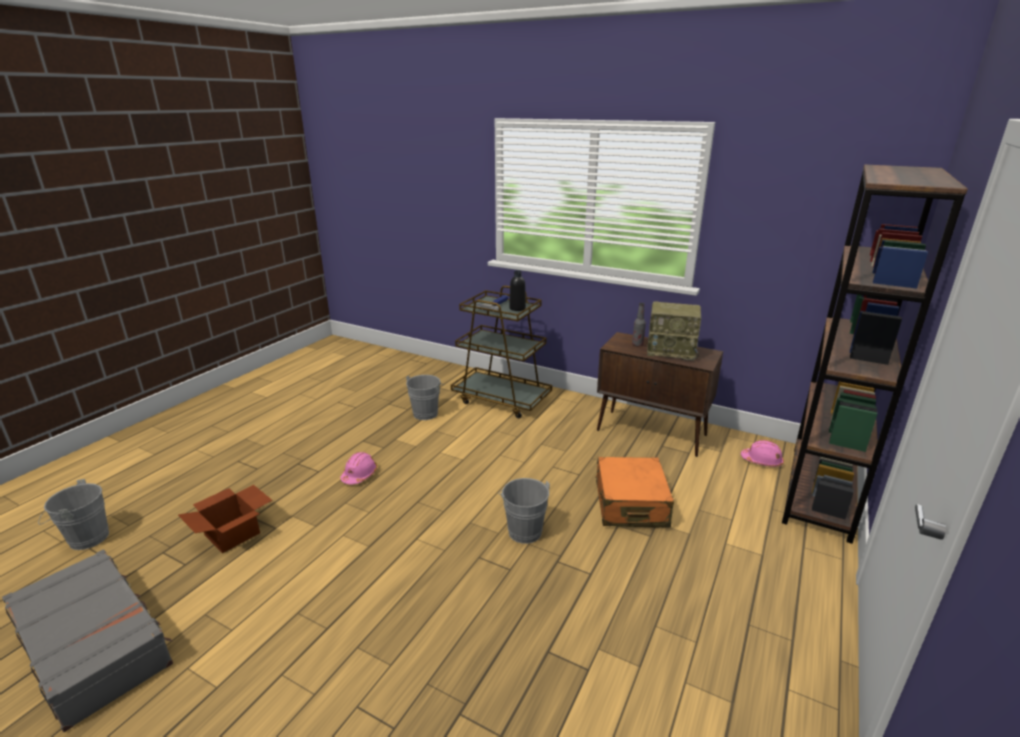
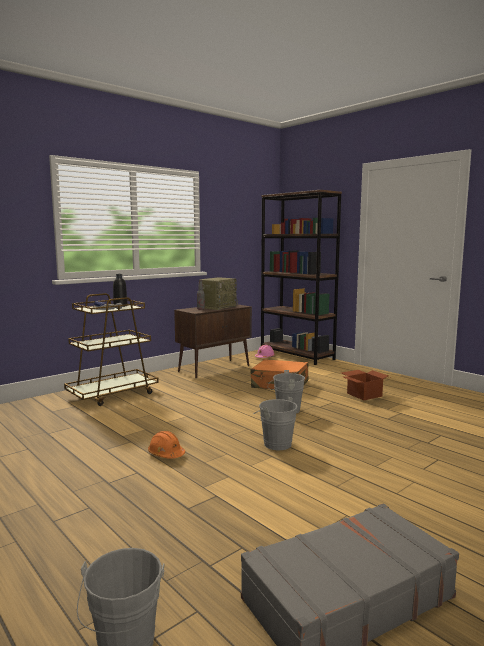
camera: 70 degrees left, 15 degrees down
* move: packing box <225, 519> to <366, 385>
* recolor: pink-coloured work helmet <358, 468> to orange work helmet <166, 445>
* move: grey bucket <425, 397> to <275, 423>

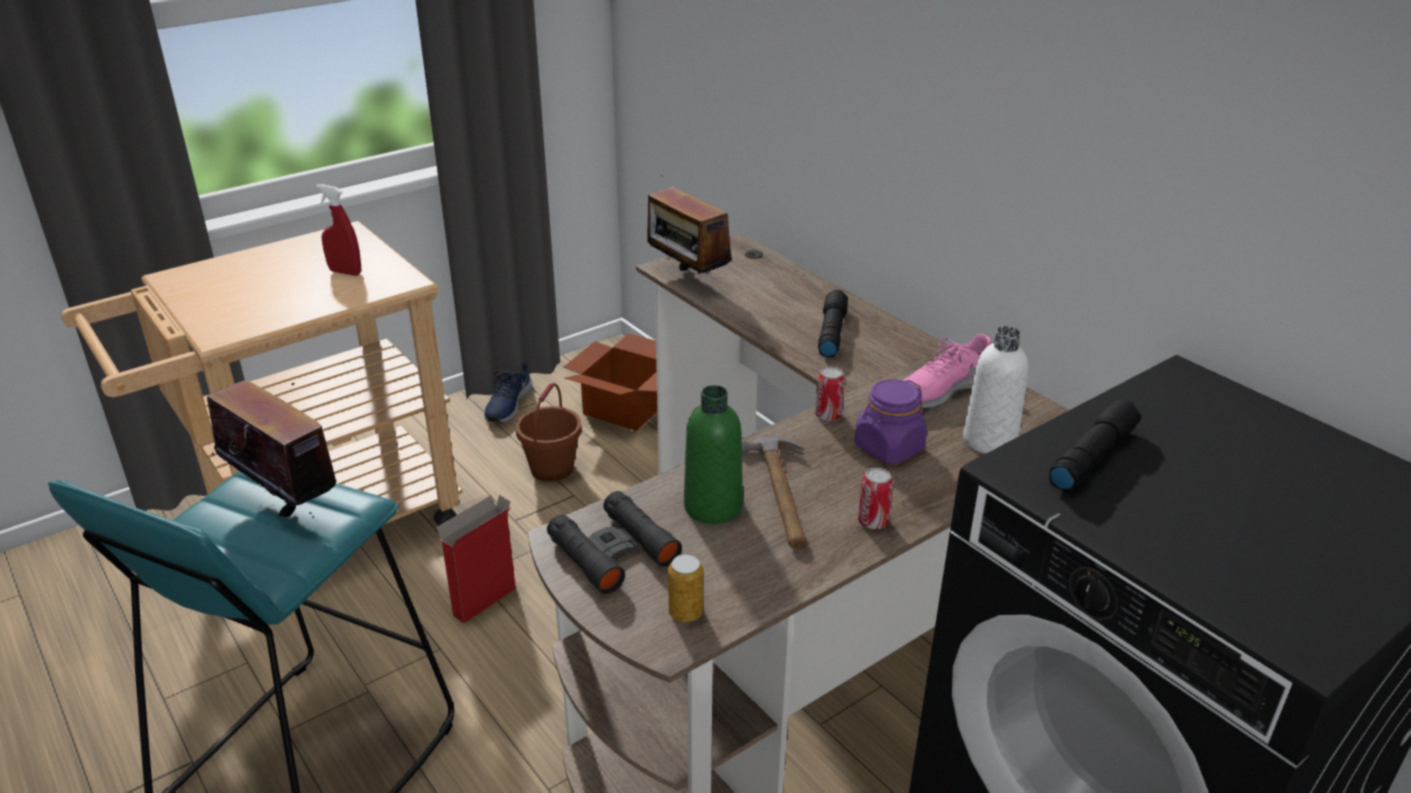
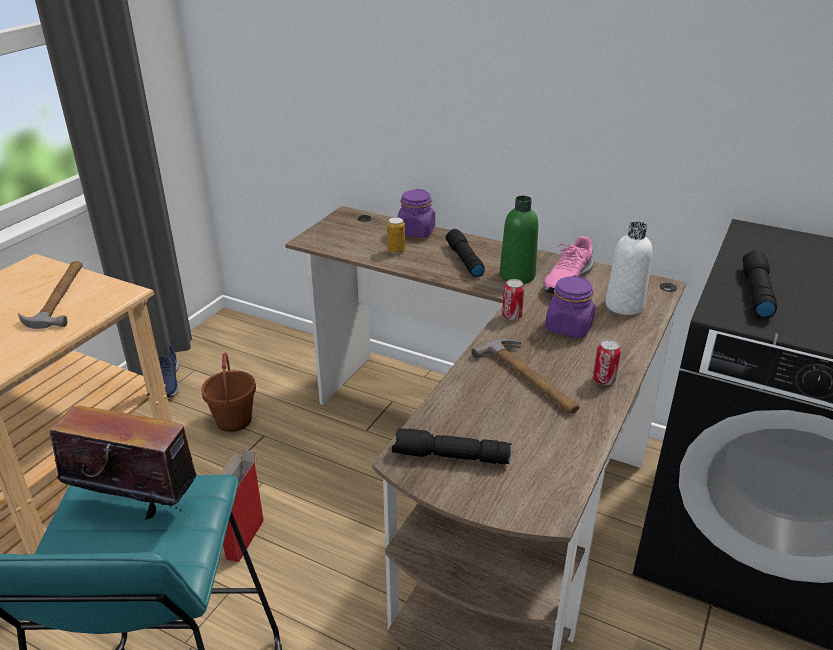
camera: 25 degrees left, 0 degrees up
* replace: red sprayer <338, 230> to hand hammer <50, 295>
* replace: black field glasses <614, 542> to black flashlight <452, 446>
* delete: packing box <610, 382>
* delete: radio set <689, 224>
* move: can <685, 588> to <396, 235>
* move: green-coloured beverage bottle <713, 454> to <519, 240>
* insert: purple-coloured preserve jar <416, 213>

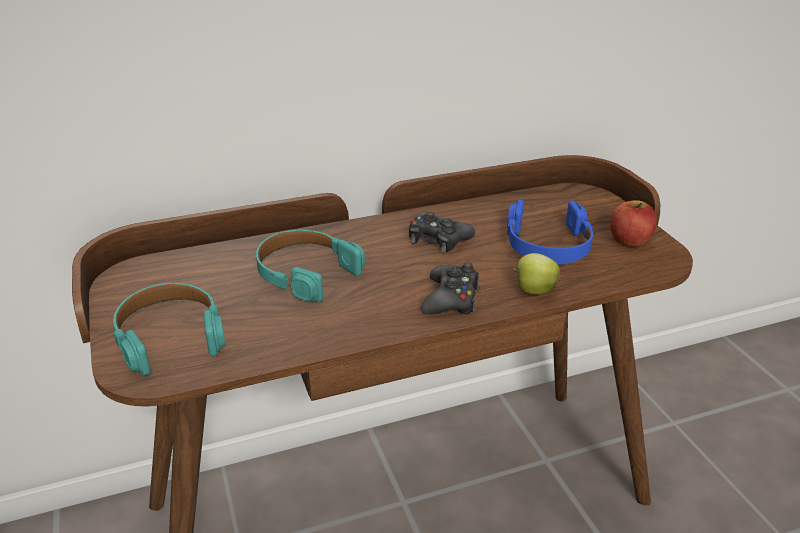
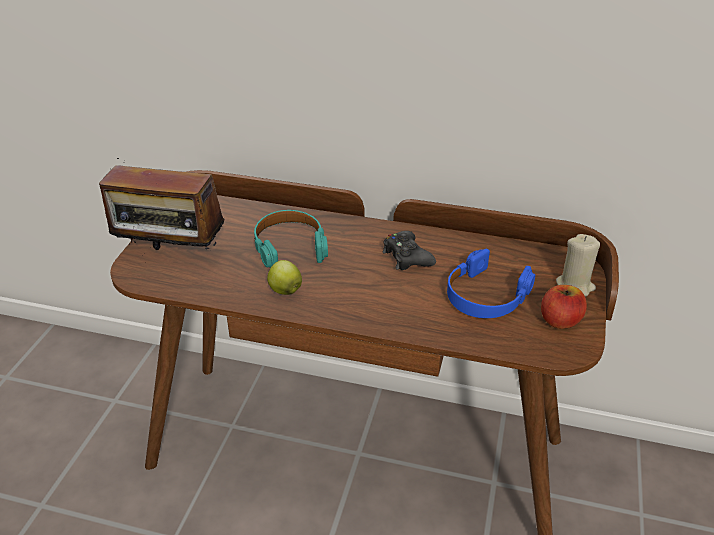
camera: 35 degrees right, 5 degrees up
* replace: turquoise headset <169, 329> to radio set <161, 207>
* delete: black joypad <450, 288>
* move: apple <536, 274> to <284, 277>
* insert: sand-coloured wax light <578, 265>

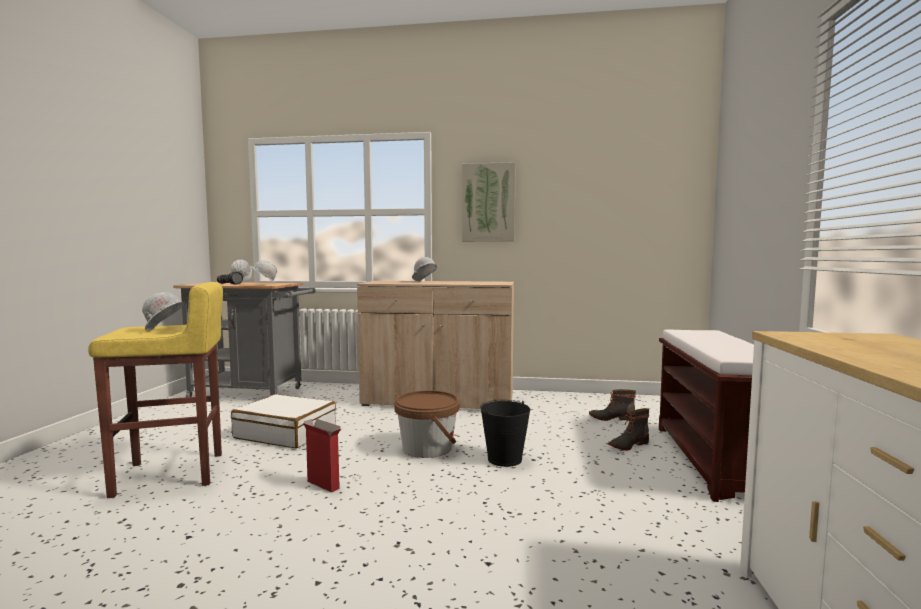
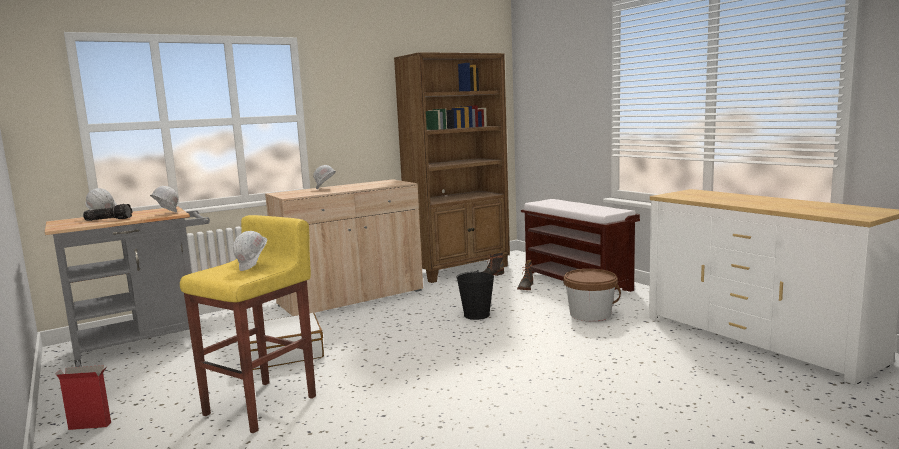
camera: 40 degrees left, 5 degrees up
* move: packing box <322, 456> to <83, 397>
* move: brown-coloured bucket <426, 424> to <592, 295>
* delete: wall picture <489, 201>
* insert: brown-coloured bookshelf <452, 167>

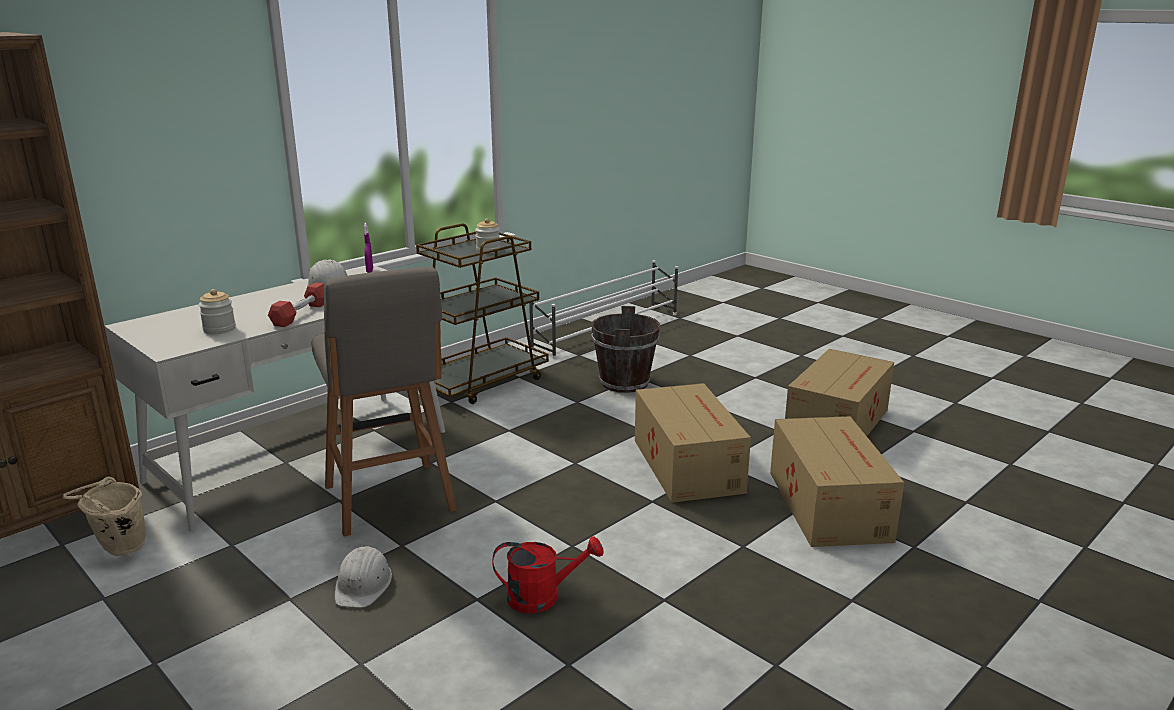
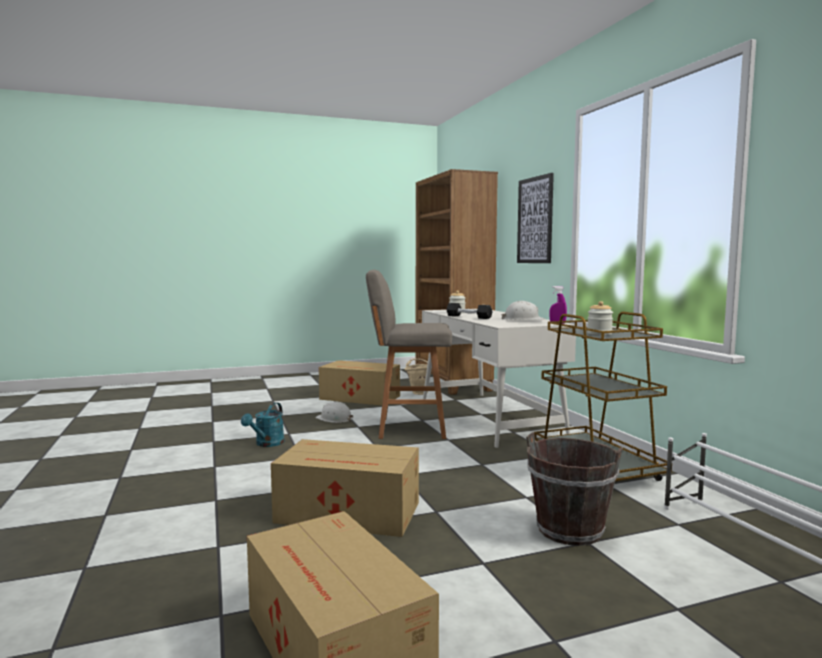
camera: 115 degrees right, 15 degrees down
* recolor: red hand weight <296, 305> to black hand weight <469, 311>
* recolor: red watering pot <548, 574> to turquoise watering pot <263, 424>
* move: packing box <837, 481> to <359, 383>
* insert: wall picture <535, 218>

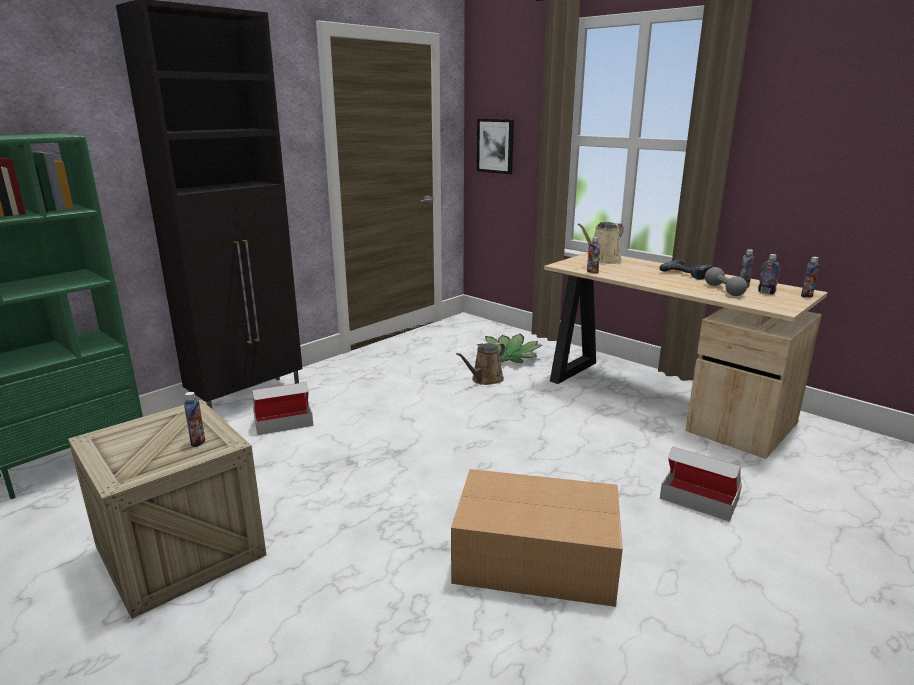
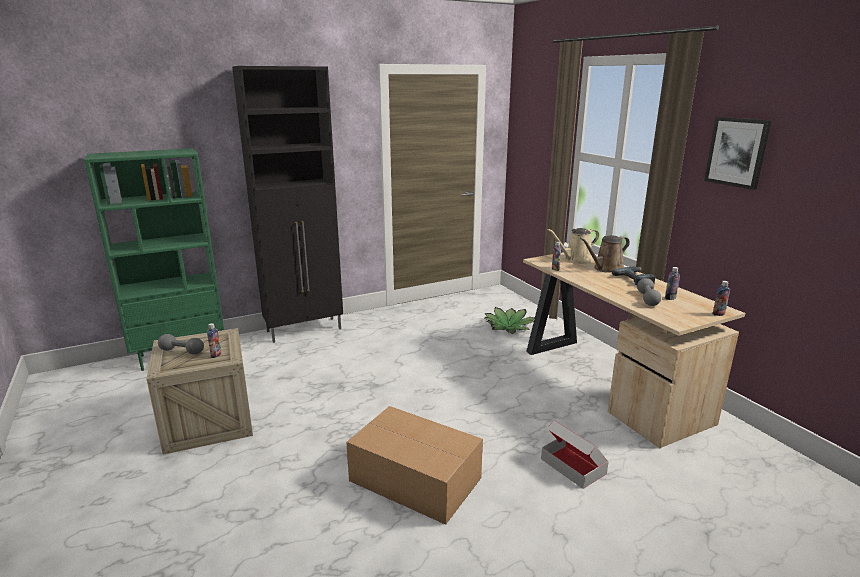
camera: 20 degrees right, 0 degrees up
* delete: packing box <282, 408>
* move: brown-coloured watering pot <480, 363> to <605, 254>
* move: wall picture <495, 146> to <738, 153>
* delete: beverage bottle <769, 274>
* insert: grey hand weight <181, 344>

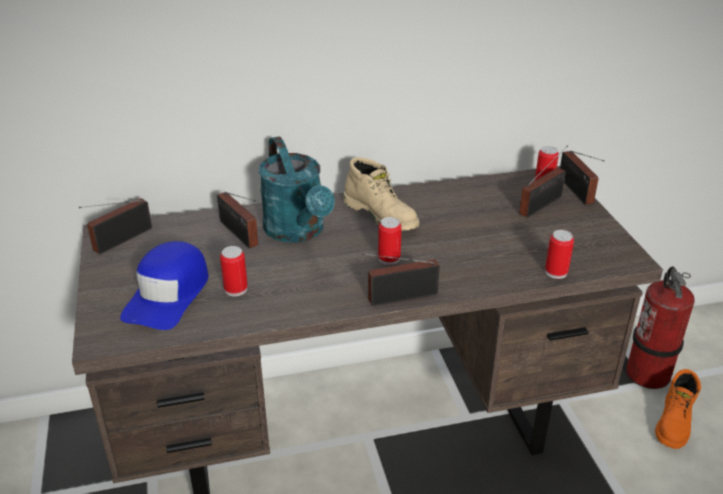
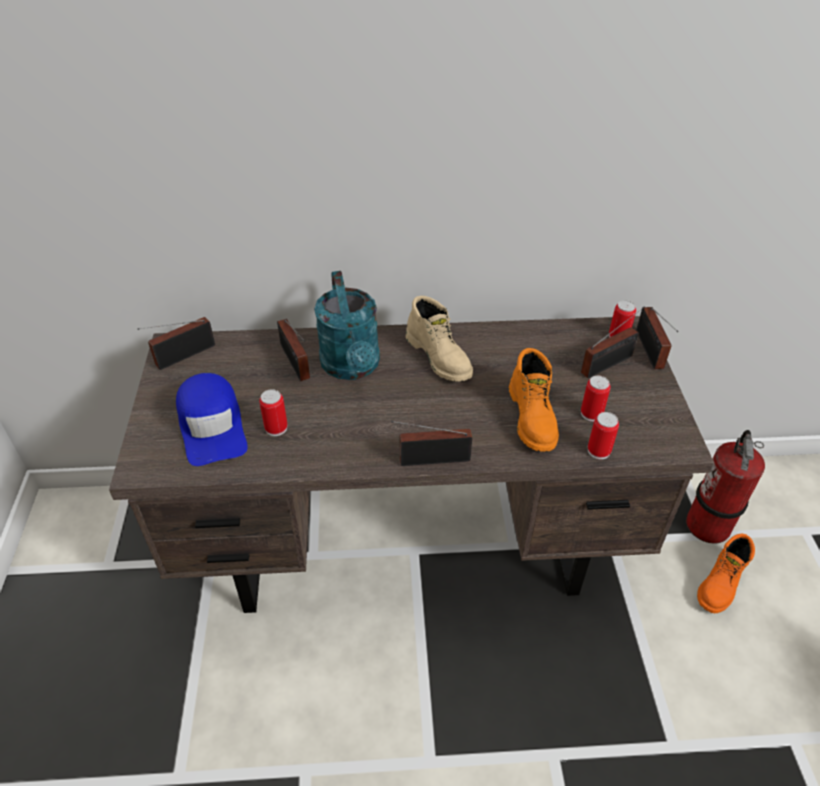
camera: 10 degrees right, 10 degrees up
* rotate: blue cap <164, 285> = <212, 419> 45 degrees counterclockwise
* move: can <390, 241> to <596, 399>
* insert: orange high-top boot <534, 400>

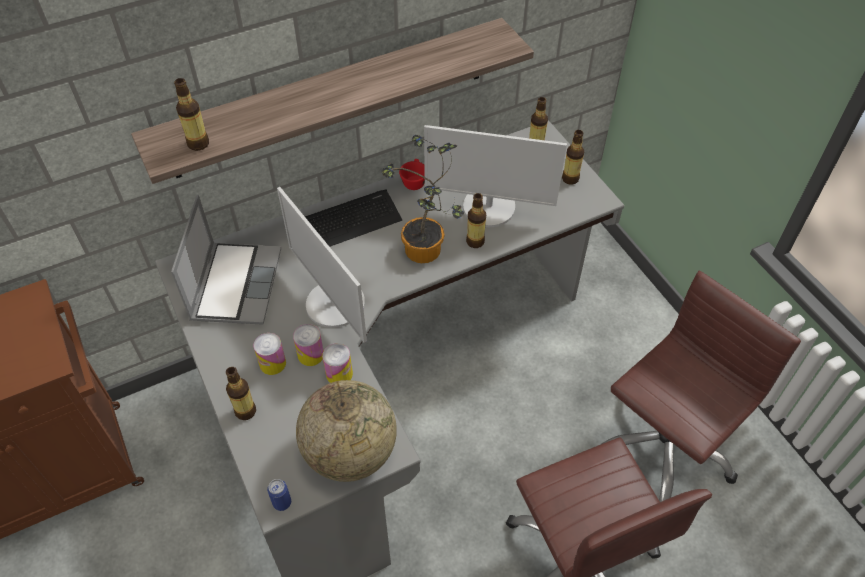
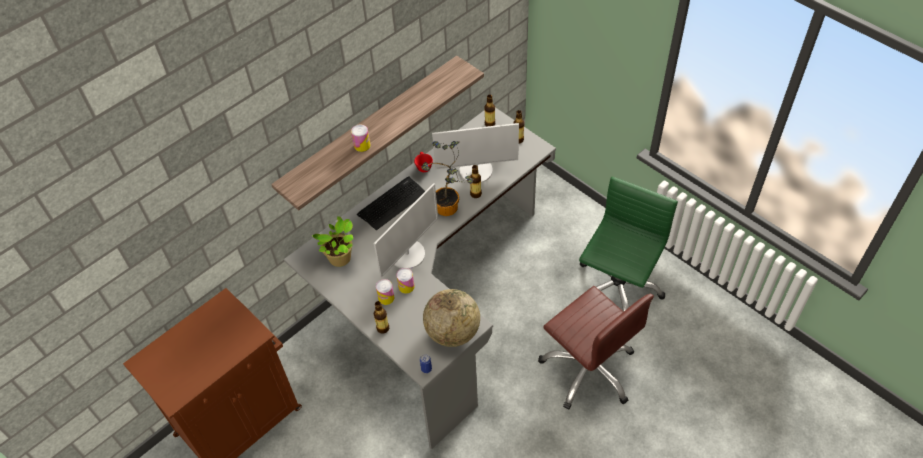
camera: 15 degrees left, 0 degrees up
* replace: laptop <226, 260> to houseplant <332, 241>
* delete: beverage bottle <191, 114>
* rotate: monitor <322, 265> = <406, 230> 90 degrees counterclockwise
* move: can <337, 363> to <360, 138>
* recolor: brown-coloured desk chair <700, 386> to green-coloured desk chair <628, 244>

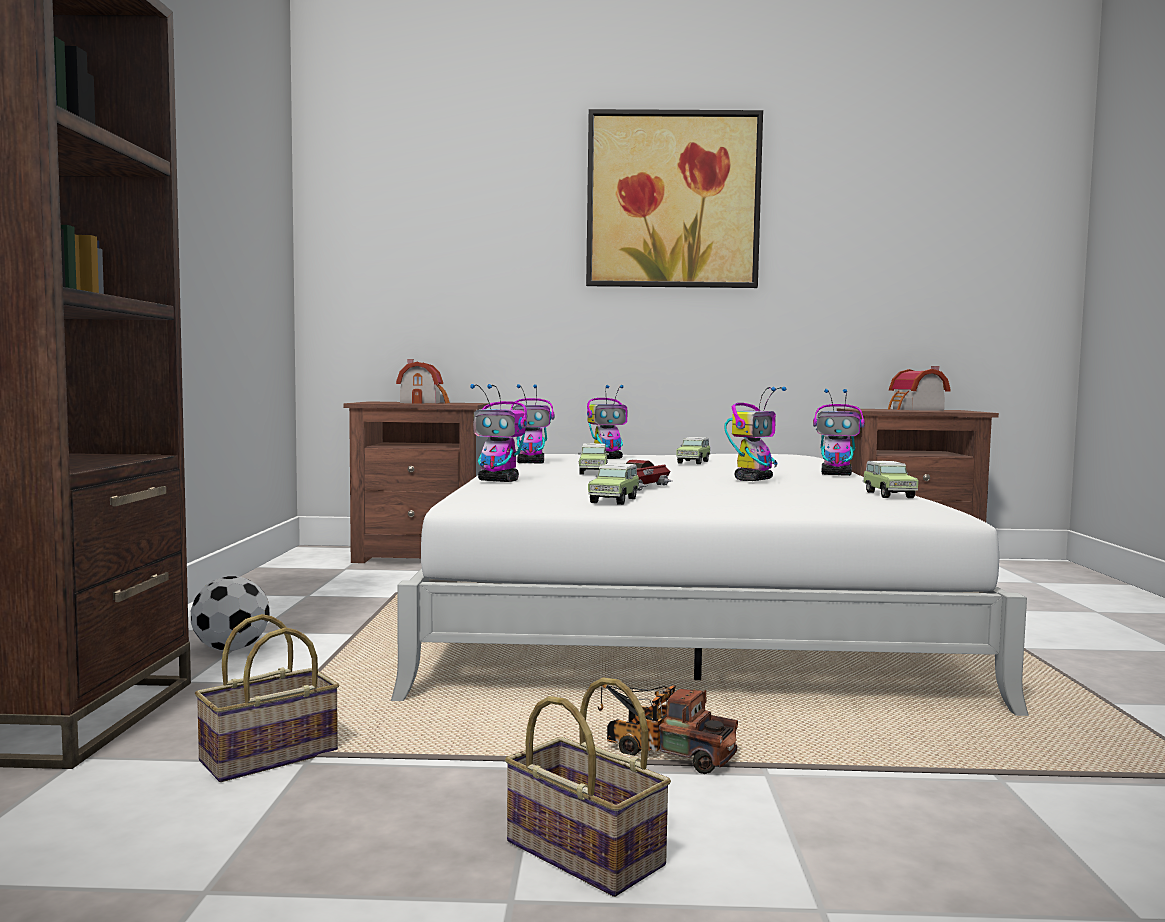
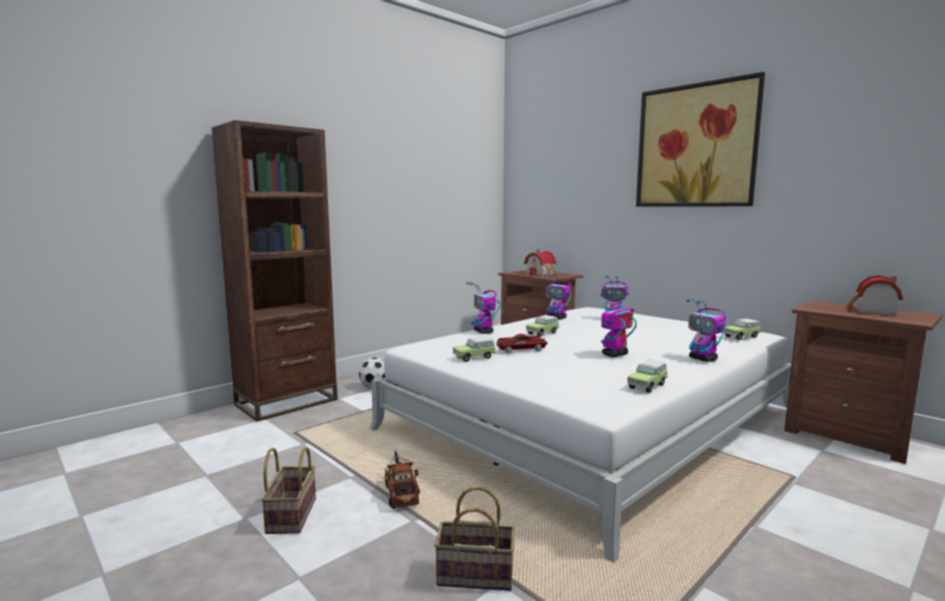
camera: 45 degrees right, 5 degrees up
* move: household basket <267, 698> to <474, 538>
* move: model car <693, 450> to <742, 329>
* rotate: robot figure <755, 434> = <618, 325> 150 degrees clockwise

